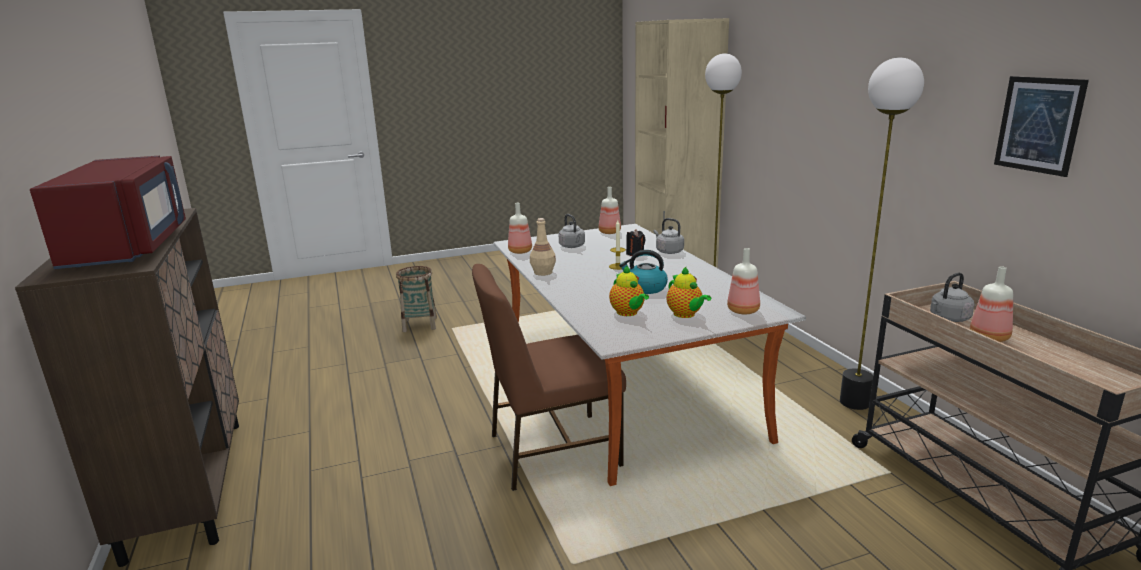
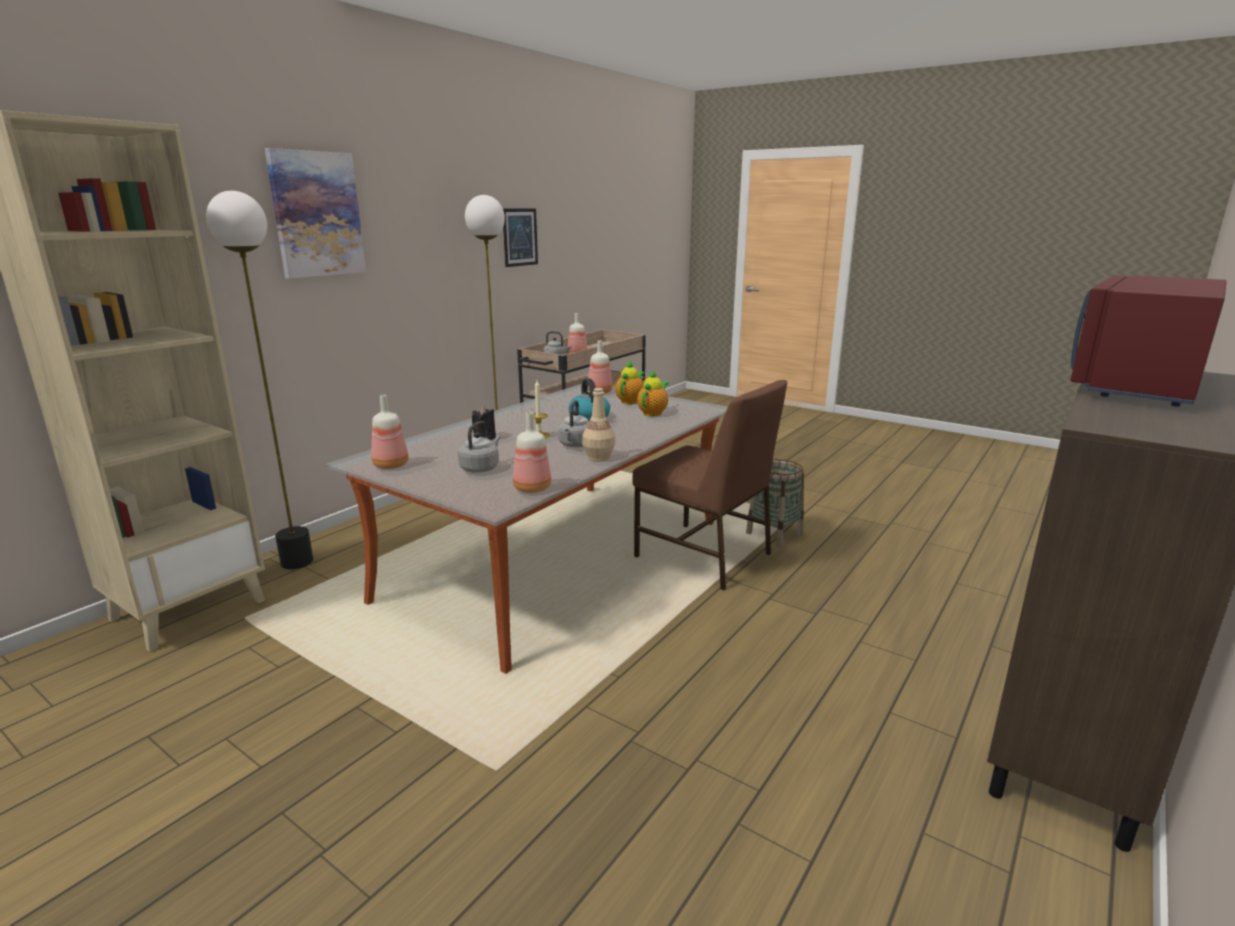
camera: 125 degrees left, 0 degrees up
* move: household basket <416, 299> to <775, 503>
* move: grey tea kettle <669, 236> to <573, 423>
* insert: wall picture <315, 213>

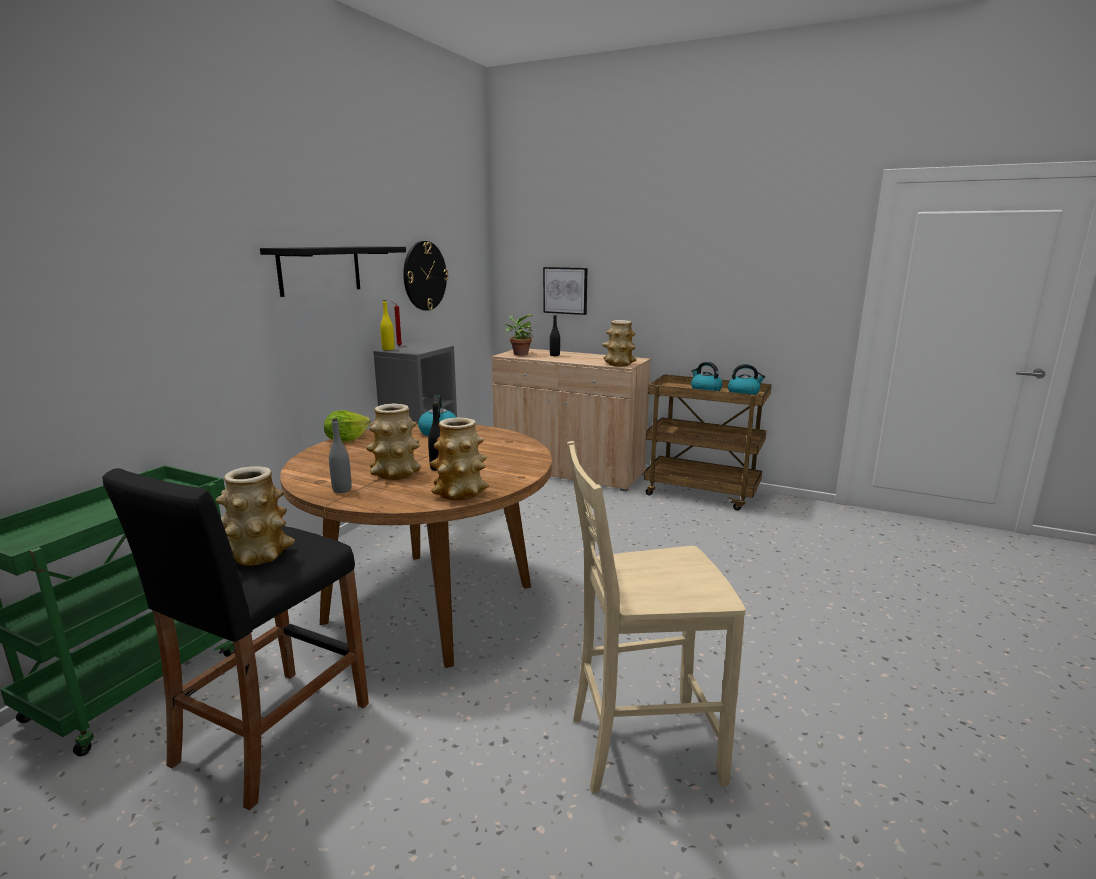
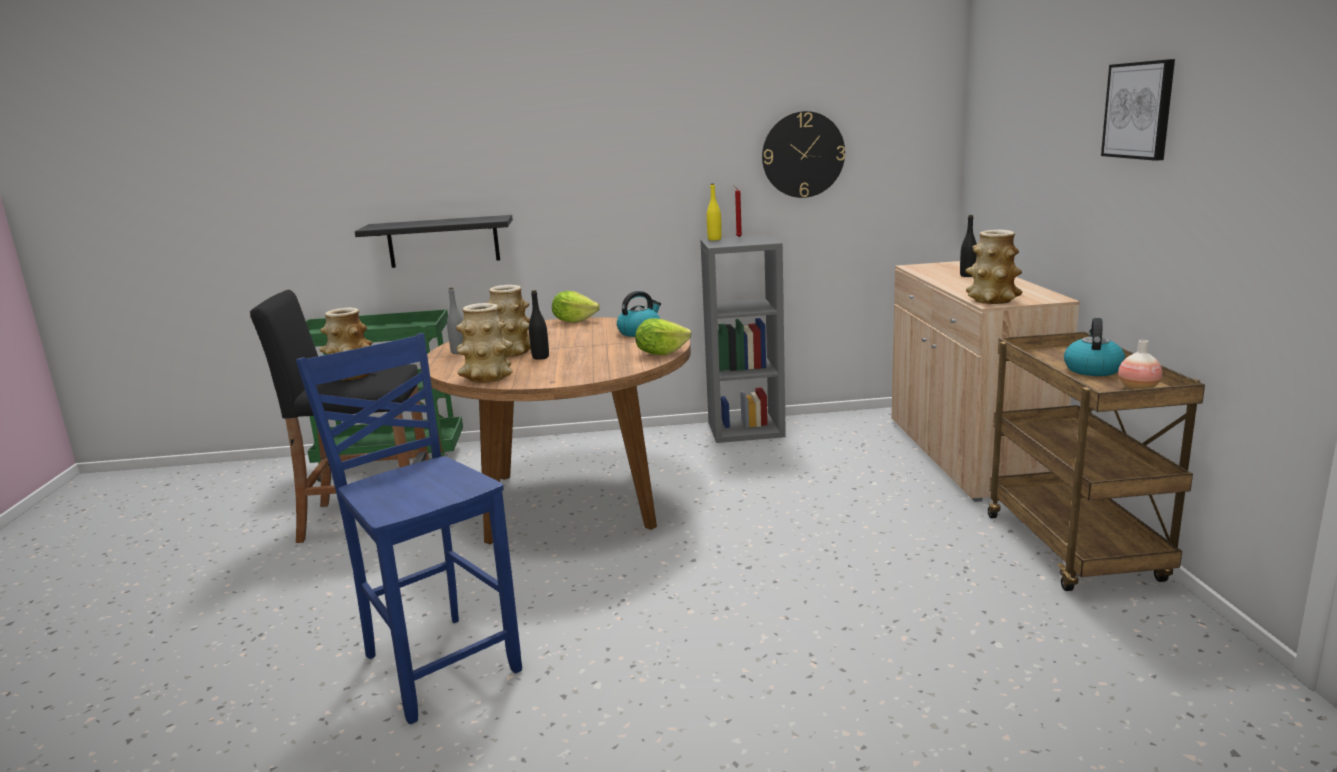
camera: 60 degrees right, 0 degrees up
* move: black wall shelf <333, 271> to <434, 241>
* delete: houseplant <519, 335>
* move: wall picture <565, 291> to <1138, 110>
* recolor: sand-coloured upright chair <656, 617> to blue upright chair <409, 528>
* replace: tea kettle <746, 379> to decorative vase <1140, 365>
* insert: lettuce head <663, 336>

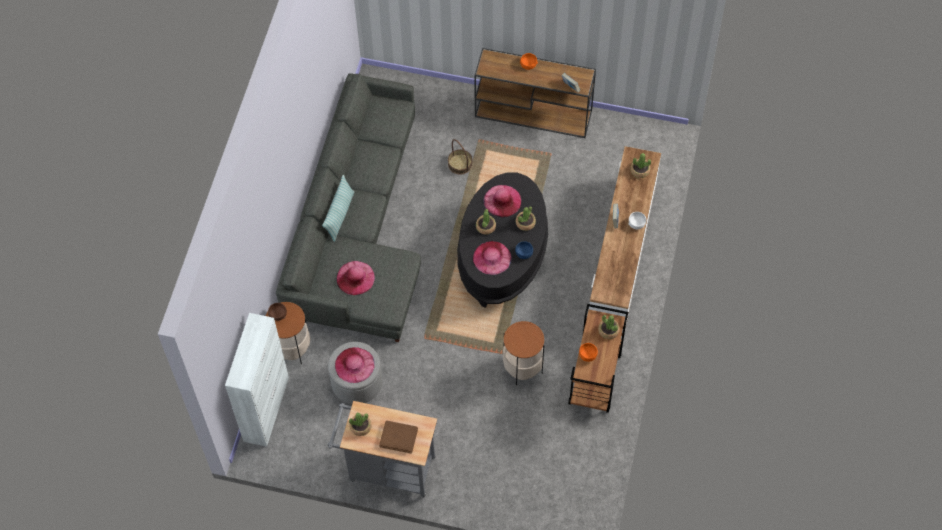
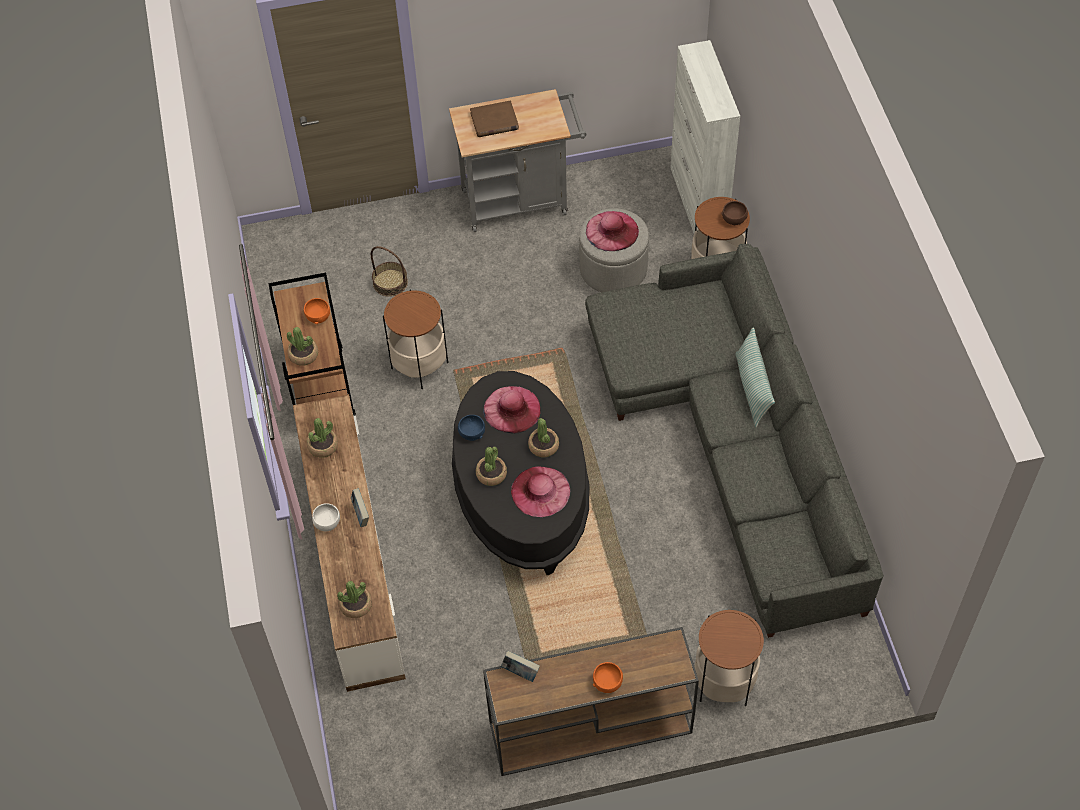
camera: 155 degrees right, 5 degrees down
* delete: pink-coloured clothing hat <356, 278>
* move: houseplant <360, 424> to <322, 438>
* move: household basket <460, 157> to <389, 271>
* insert: end table <729, 658>

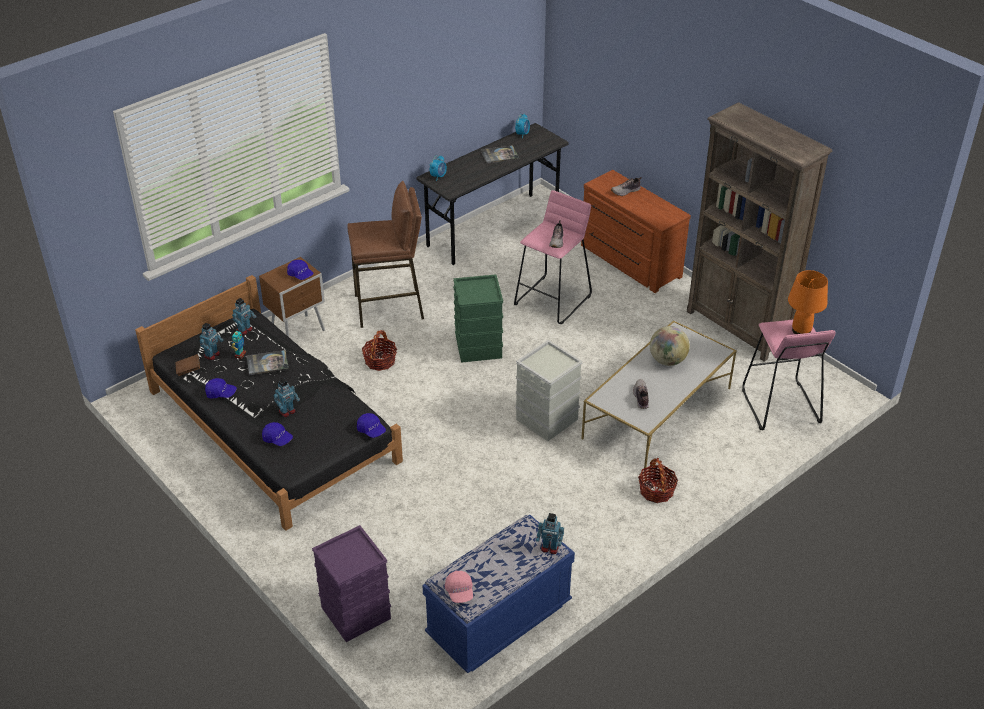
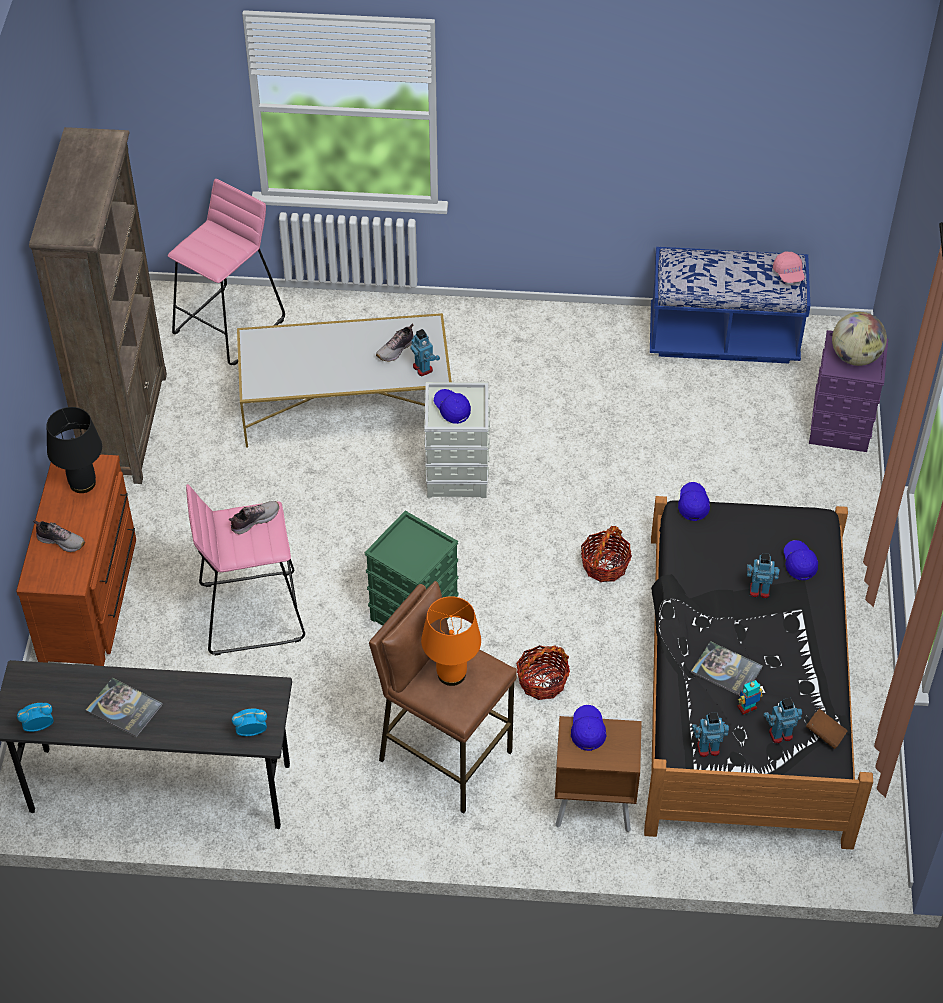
camera: 135 degrees left, 10 degrees up
* move: blue cap <221, 388> to <452, 406>
* rotate: pink-coloured cap <459, 587> = <789, 267> 135 degrees clockwise
* move: robot figure <550, 533> to <425, 352>
* move: household basket <658, 480> to <606, 554>
* move: desk globe <670, 346> to <859, 339>
* move: orange table lamp <808, 302> to <451, 641>
* insert: black table lamp <74, 450>

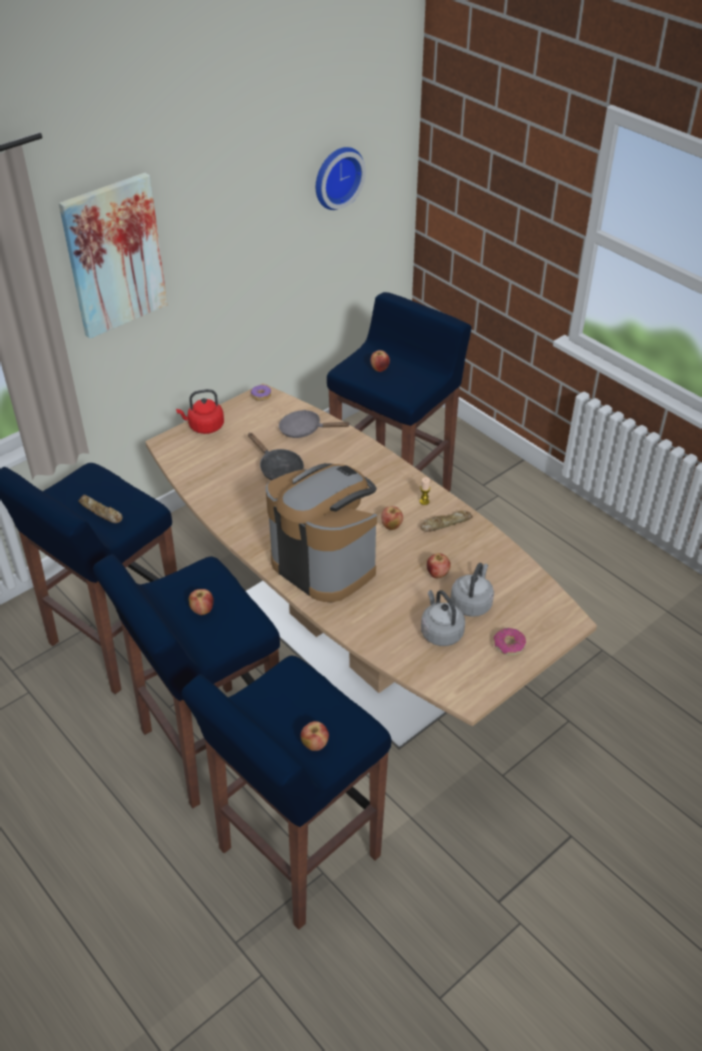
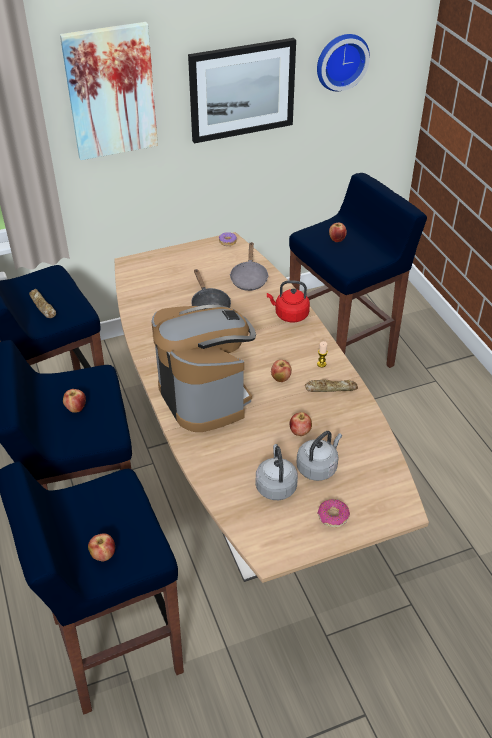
camera: 20 degrees right, 0 degrees up
* move: red tea kettle <200, 411> to <288, 301>
* rotate: grey frying pan <314, 424> = <249, 266> 120 degrees counterclockwise
* insert: wall picture <242, 90>

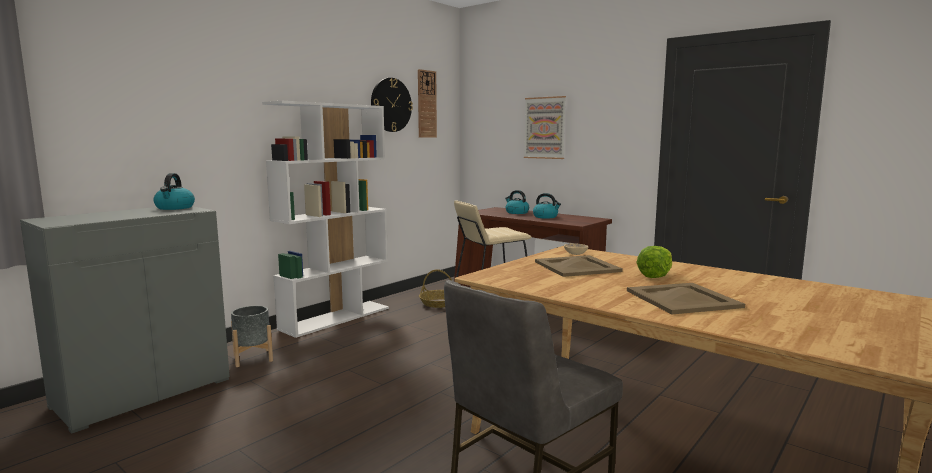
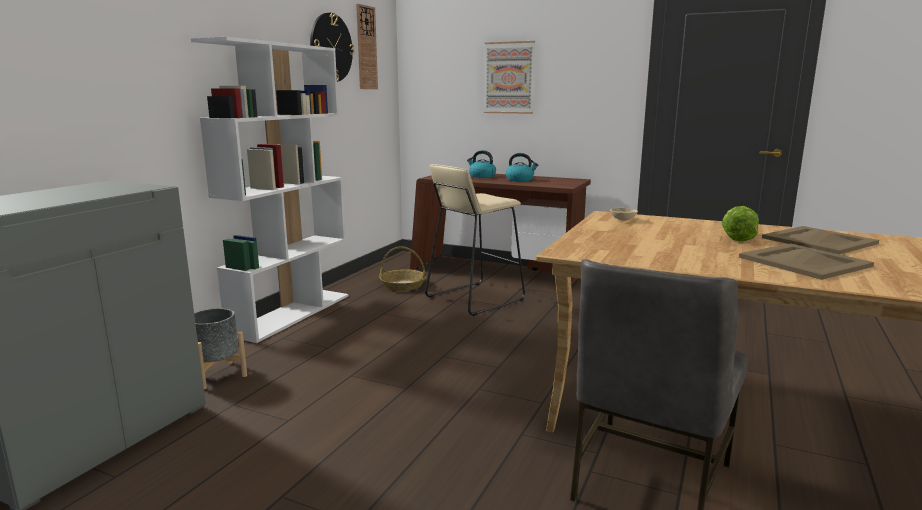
camera: 15 degrees left, 5 degrees up
* delete: tea kettle <174, 191>
* move: sand-coloured carrying tray <579, 266> to <820, 240>

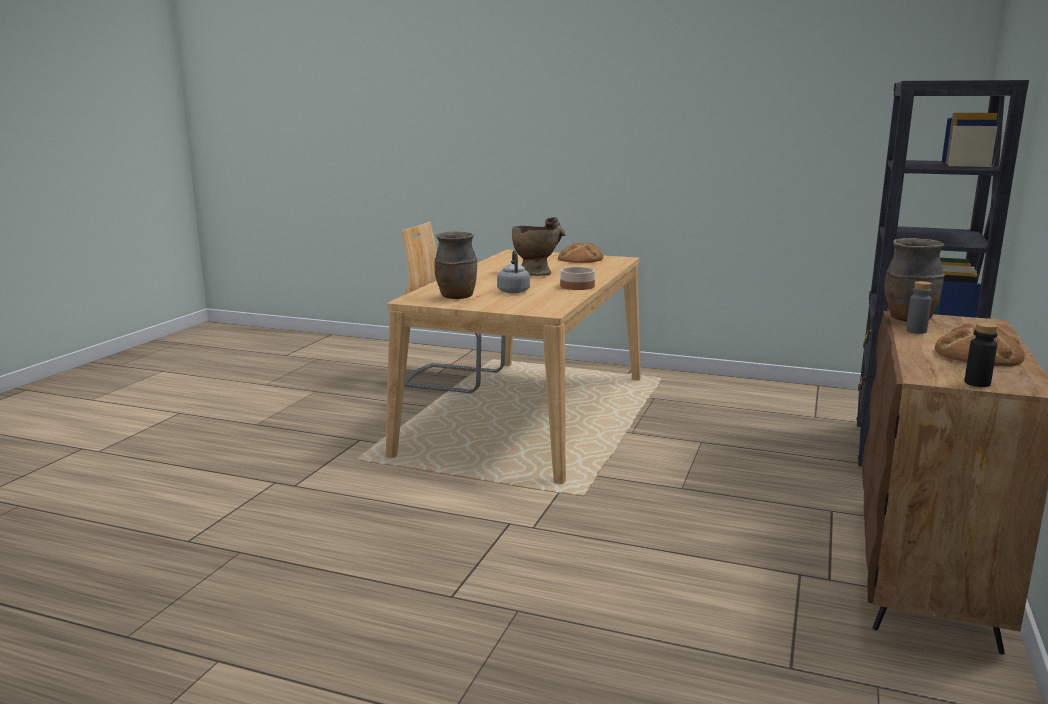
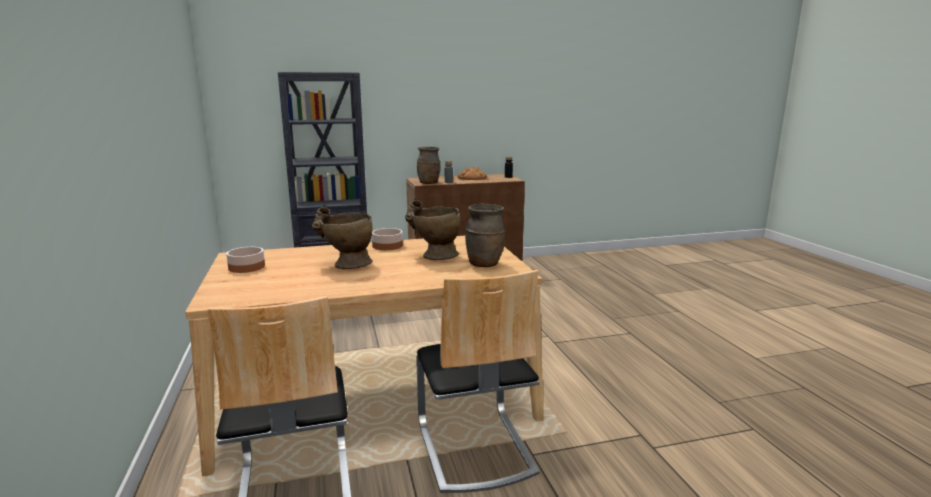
camera: 125 degrees left, 0 degrees up
* replace: grey tea kettle <513, 271> to sand-coloured decorative vase <432, 230>
* replace: baked bread <580, 252> to serving bowl <245, 260>
* insert: upright chair <478, 381>

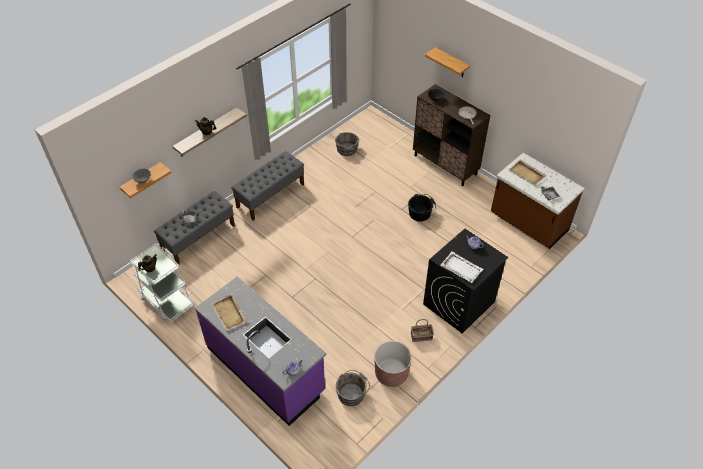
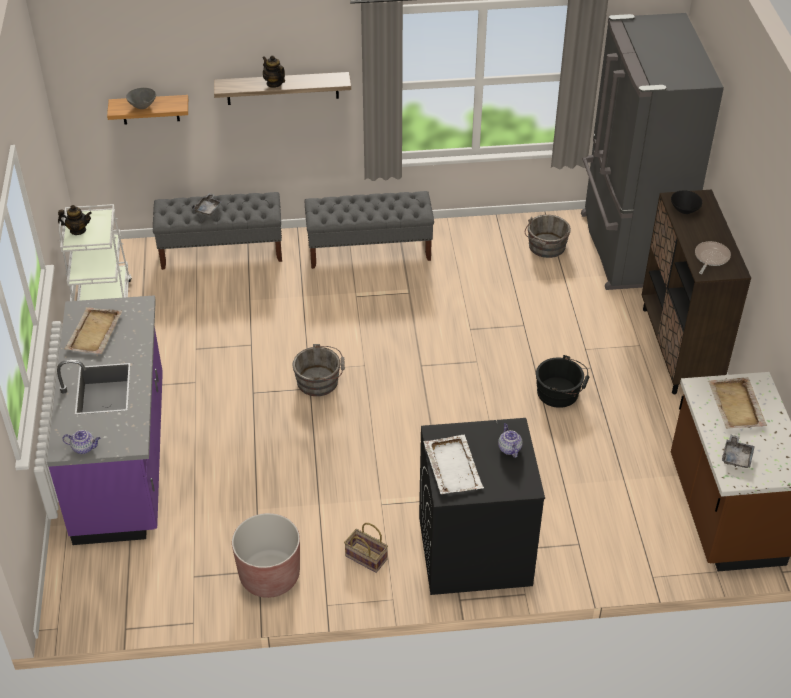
camera: 40 degrees right, 5 degrees down
* move: grey bucket <353, 388> to <318, 370>
* delete: wall shelf <447, 62>
* insert: grey fridge <652, 151>

